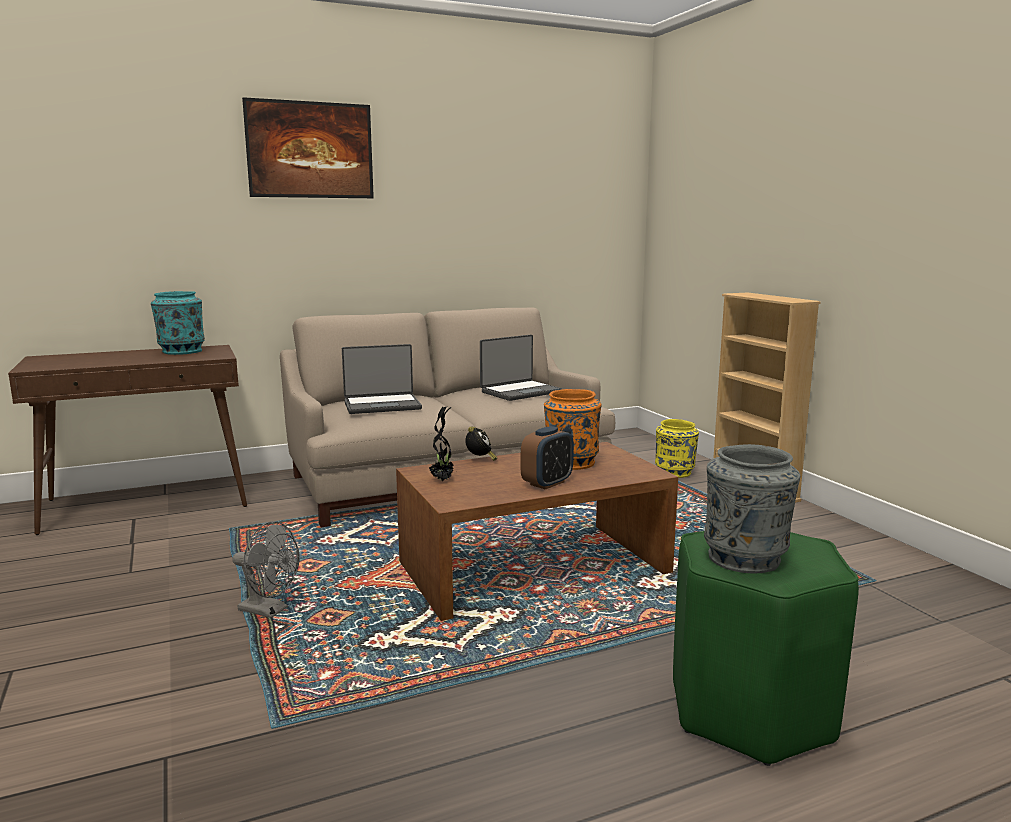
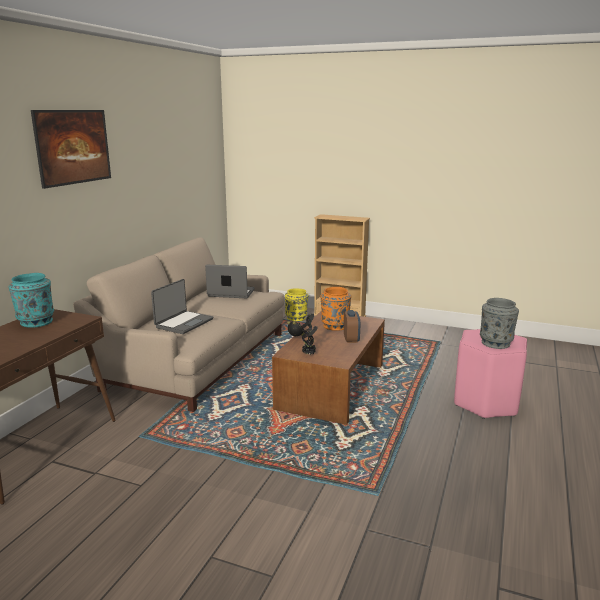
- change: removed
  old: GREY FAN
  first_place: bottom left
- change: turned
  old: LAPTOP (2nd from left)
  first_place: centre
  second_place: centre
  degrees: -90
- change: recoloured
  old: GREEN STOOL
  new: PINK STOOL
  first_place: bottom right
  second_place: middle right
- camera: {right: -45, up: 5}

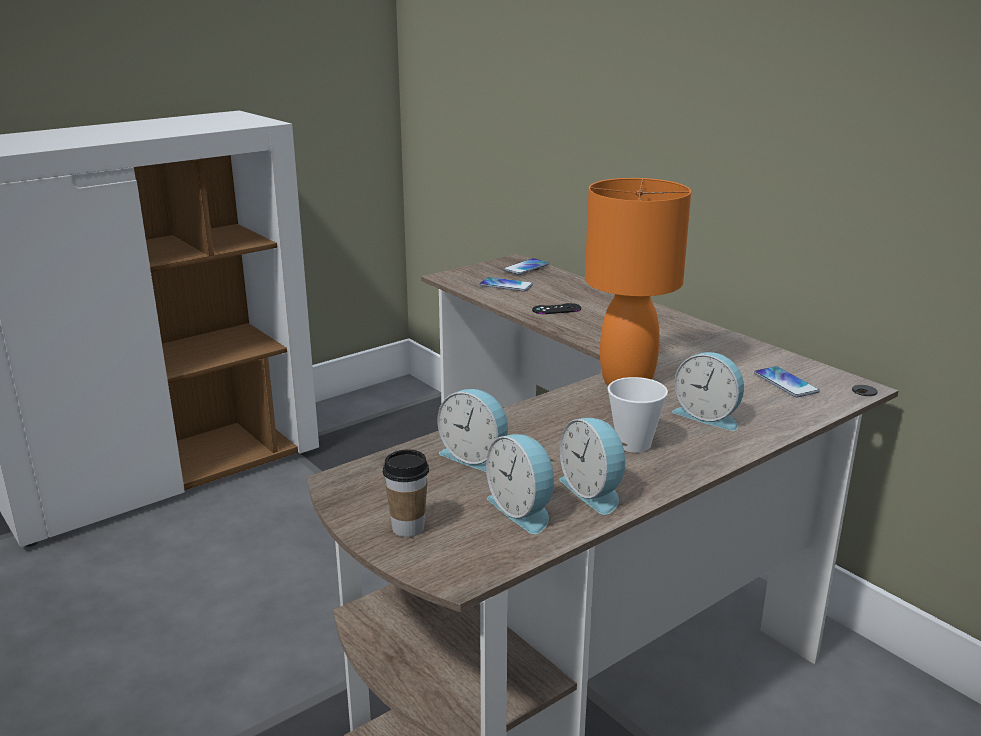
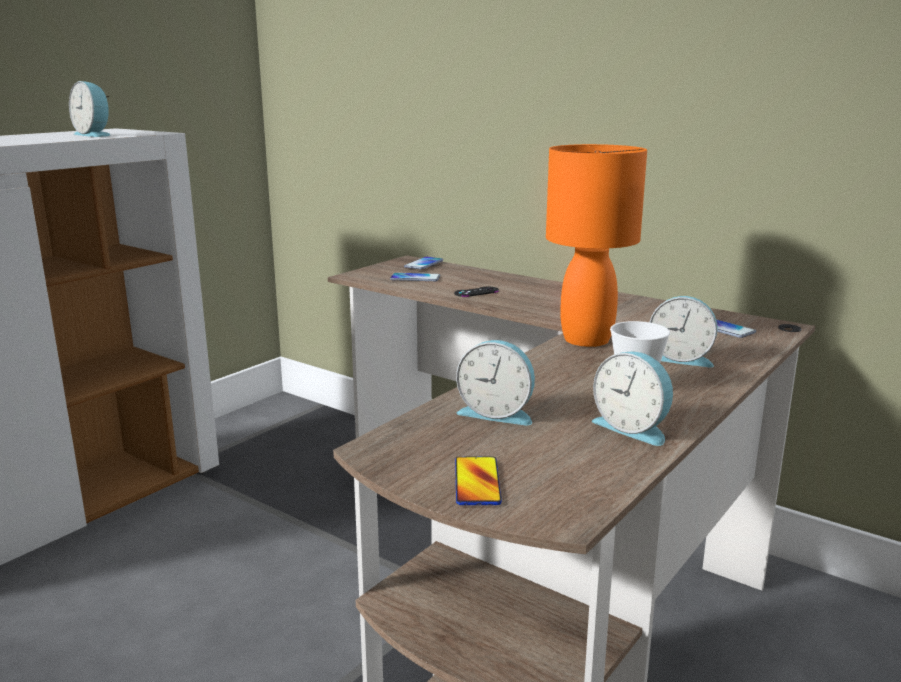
- change: replaced
  old: CUP (1st from left)
  new: PHONE (3rd from left)
  first_place: bottom centre
  second_place: bottom centre
- change: moved
  old: ALARM CLOCK (2nd from left in the first image)
  new: ALARM CLOCK (1st from left)
  first_place: centre
  second_place: top left
- camera: {right: -15, up: -5}

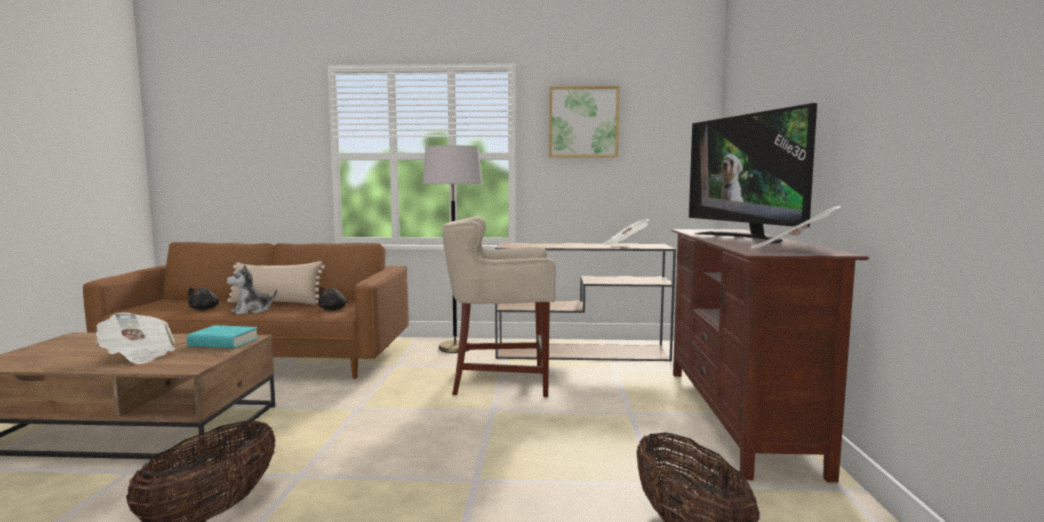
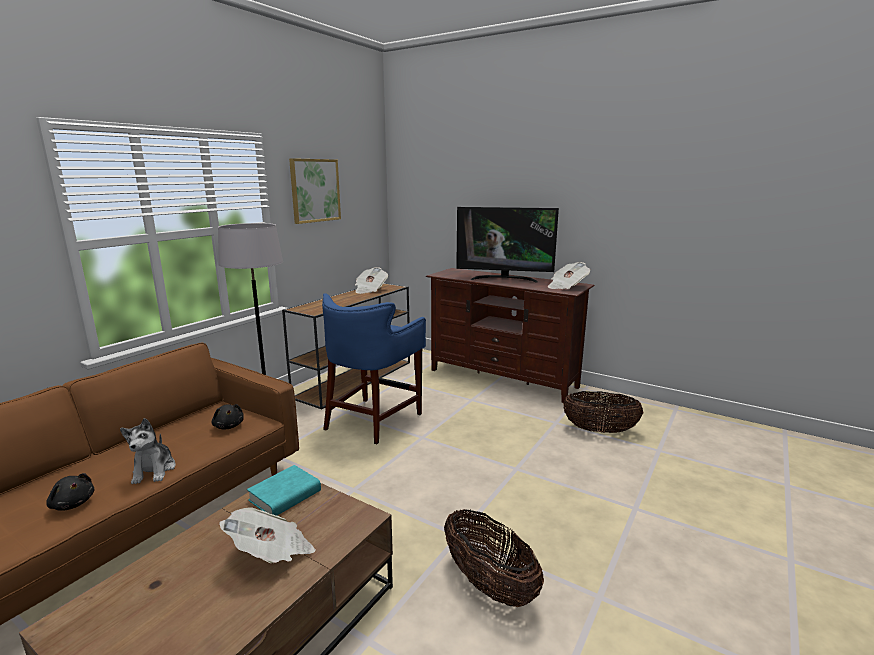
- change: removed
  old: BEIGE PILLOW
  first_place: middle left
- change: recoloured
  old: BEIGE STOOL
  new: BLUE STOOL
  first_place: centre
  second_place: centre
- camera: {right: -60, up: 10}

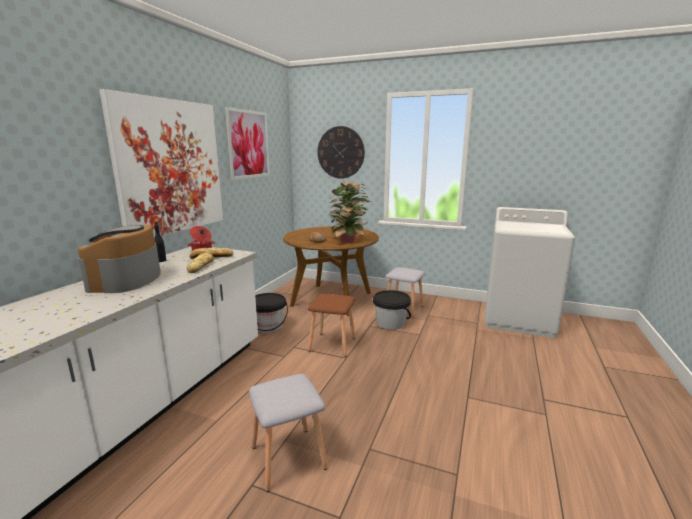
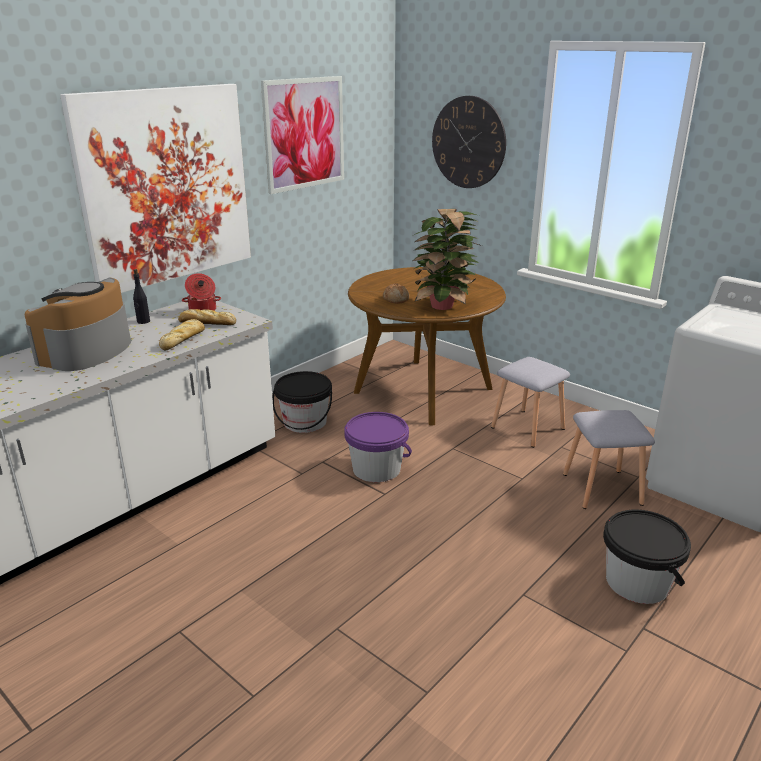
- change: moved
  old: GREY STOOL (1st from left in the first image)
  new: GREY STOOL (2nd from left)
  first_place: bottom centre
  second_place: middle right
- change: replaced
  old: BROWN STOOL
  new: PURPLE BUCKET
  first_place: centre
  second_place: centre
- change: moved
  old: BLACK BUCKET (2nd from left)
  first_place: centre
  second_place: bottom right
- camera: {right: 20, up: 10}

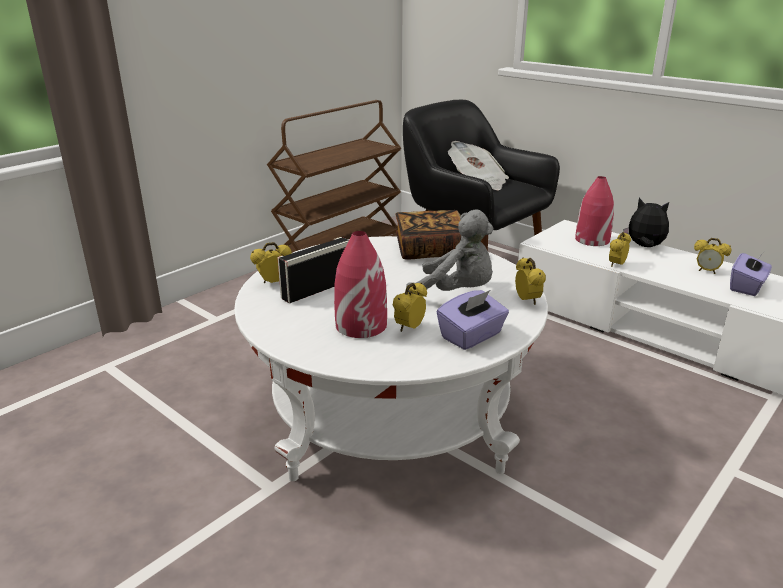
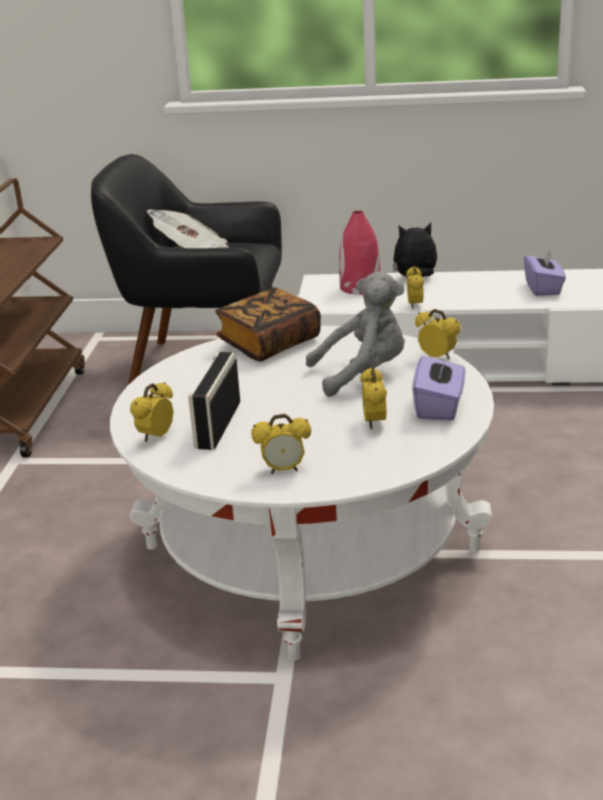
- change: removed
  old: RED VASE (1st from left)
  first_place: centre
- change: moved
  old: ALARM CLOCK (5th from left in the first image)
  new: ALARM CLOCK (2nd from left)
  first_place: middle right
  second_place: centre
- camera: {right: -35, up: 0}

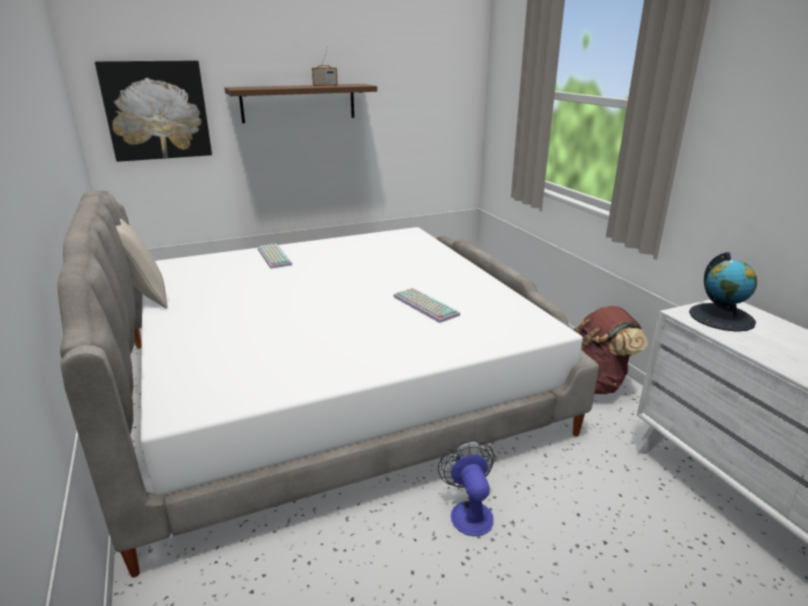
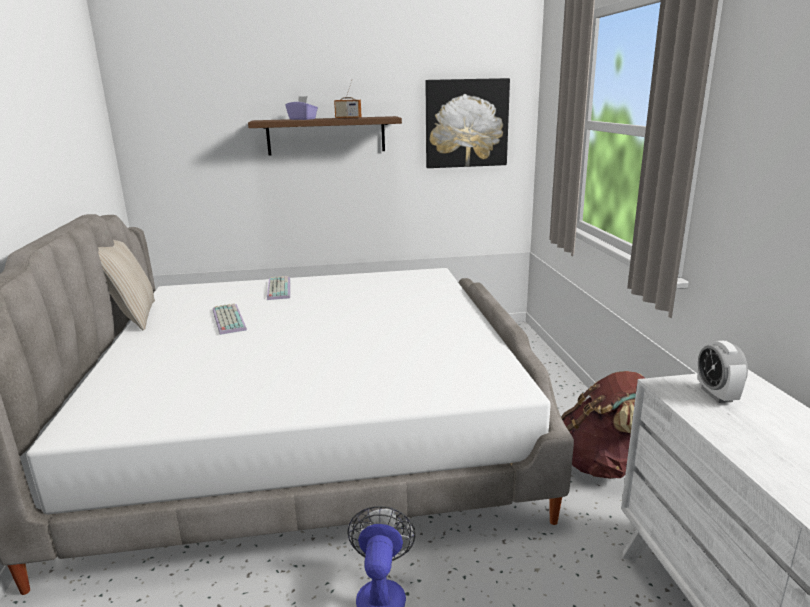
- change: moved
  old: PICTURE
  first_place: top left
  second_place: top centre
- change: moved
  old: KEYBOARD (2nd from left in the first image)
  new: KEYBOARD (1st from left)
  first_place: centre
  second_place: middle left
- change: replaced
  old: GLOBE
  new: ALARM CLOCK
  first_place: middle right
  second_place: middle right
- change: added
  new: PURPLE TISSUE BOX
  second_place: top centre
- camera: {right: 15, up: -5}

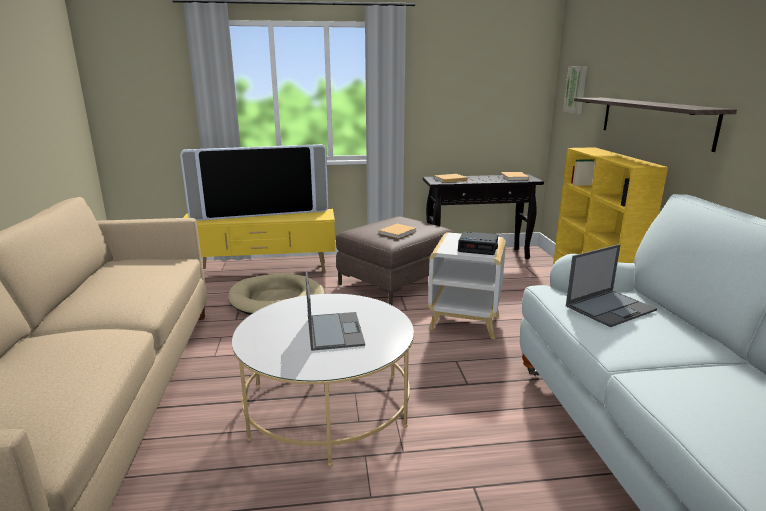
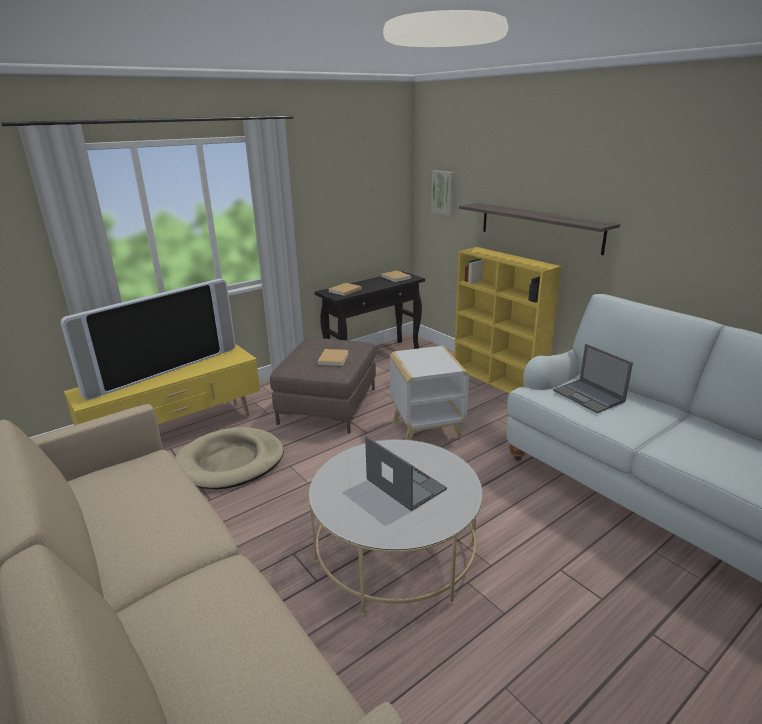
- change: removed
  old: ALARM CLOCK
  first_place: centre
- change: turned
  old: LAPTOP (2nd from left)
  first_place: middle right
  second_place: middle right
  degrees: 120
- camera: {right: -30, up: 5}

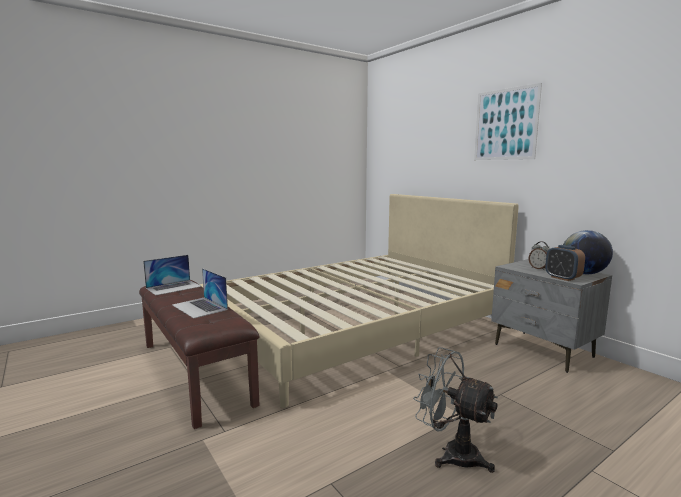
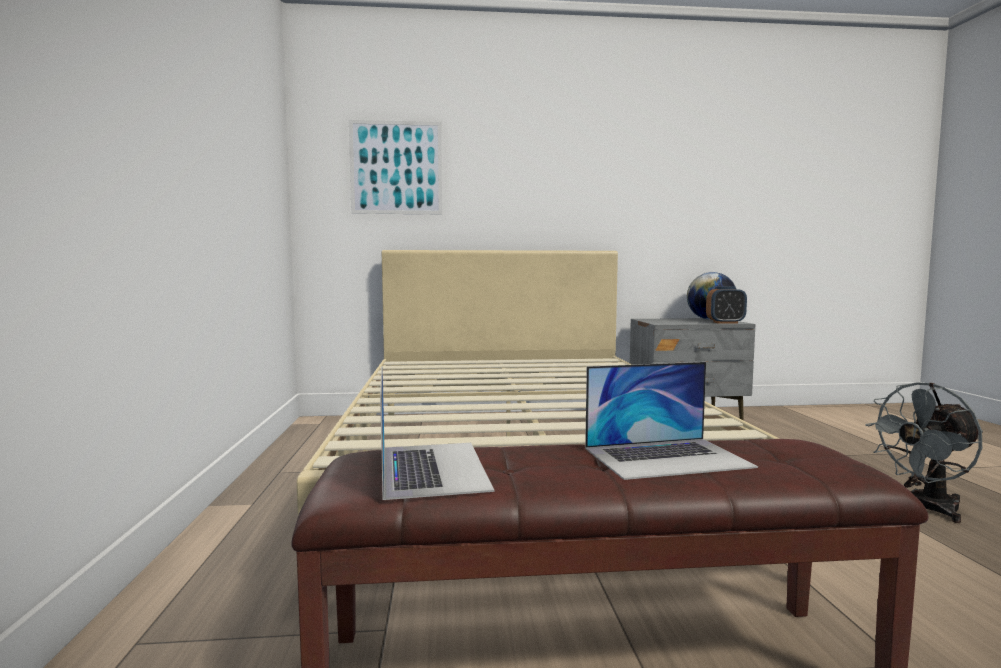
- change: moved
  old: PICTURE
  first_place: top right
  second_place: top centre
- change: removed
  old: ALARM CLOCK (1st from left)
  first_place: middle right
- camera: {right: -60, up: -5}

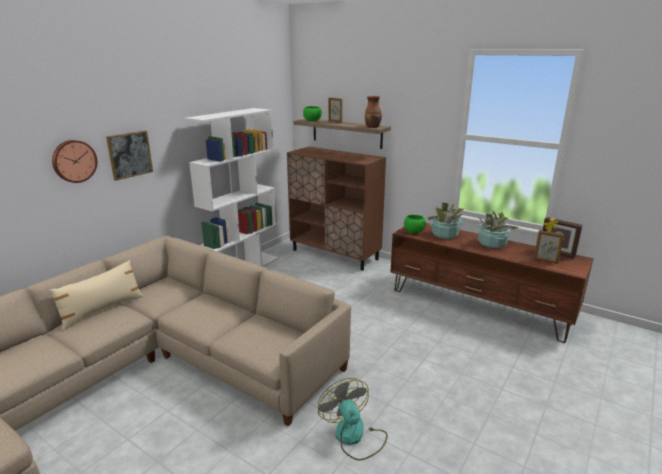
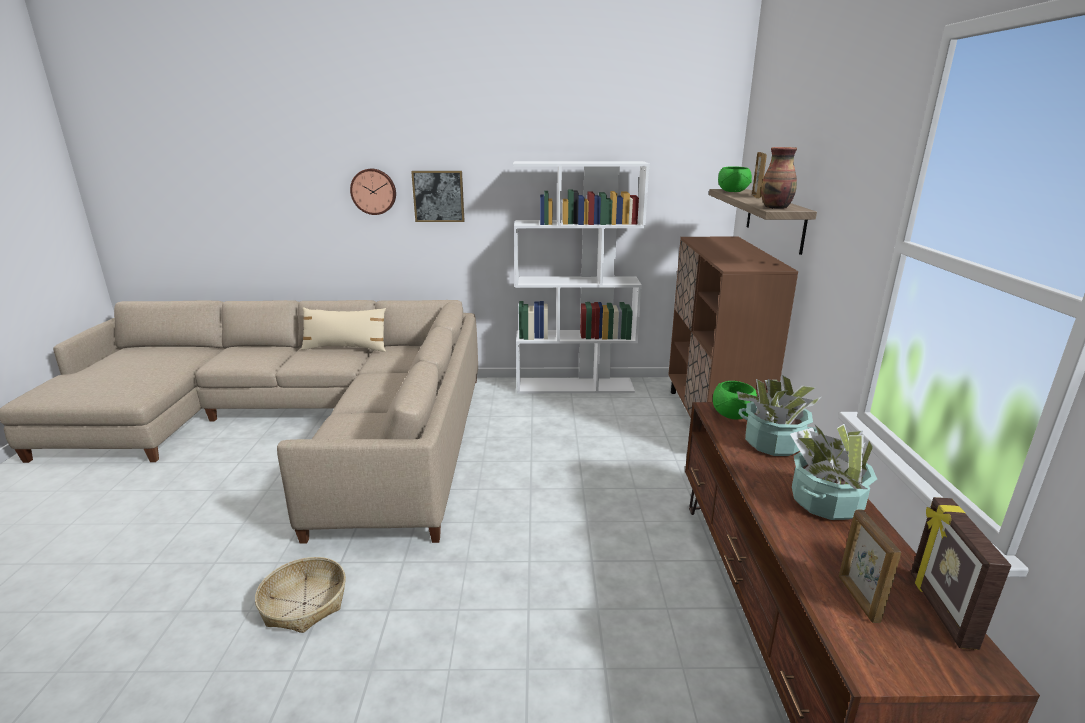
- change: replaced
  old: FAN
  new: BASKET
  first_place: bottom centre
  second_place: bottom left
- camera: {right: 55, up: 0}

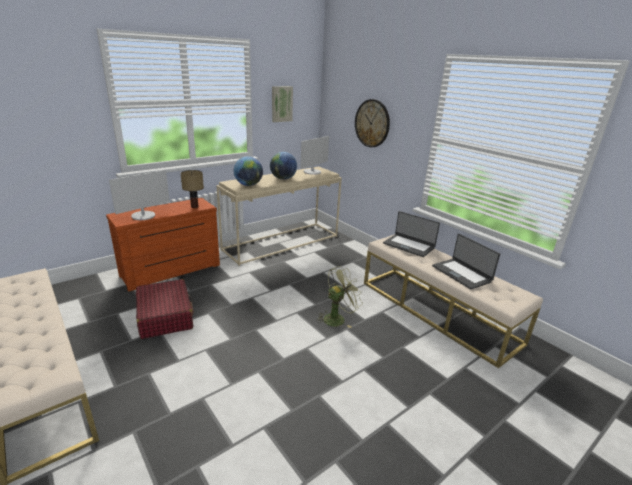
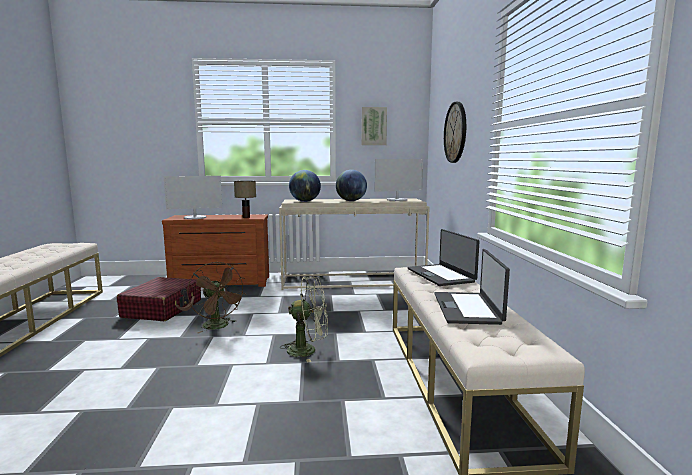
- change: added
  new: BROWN FAN
  second_place: middle left
- camera: {right: 35, up: -15}

